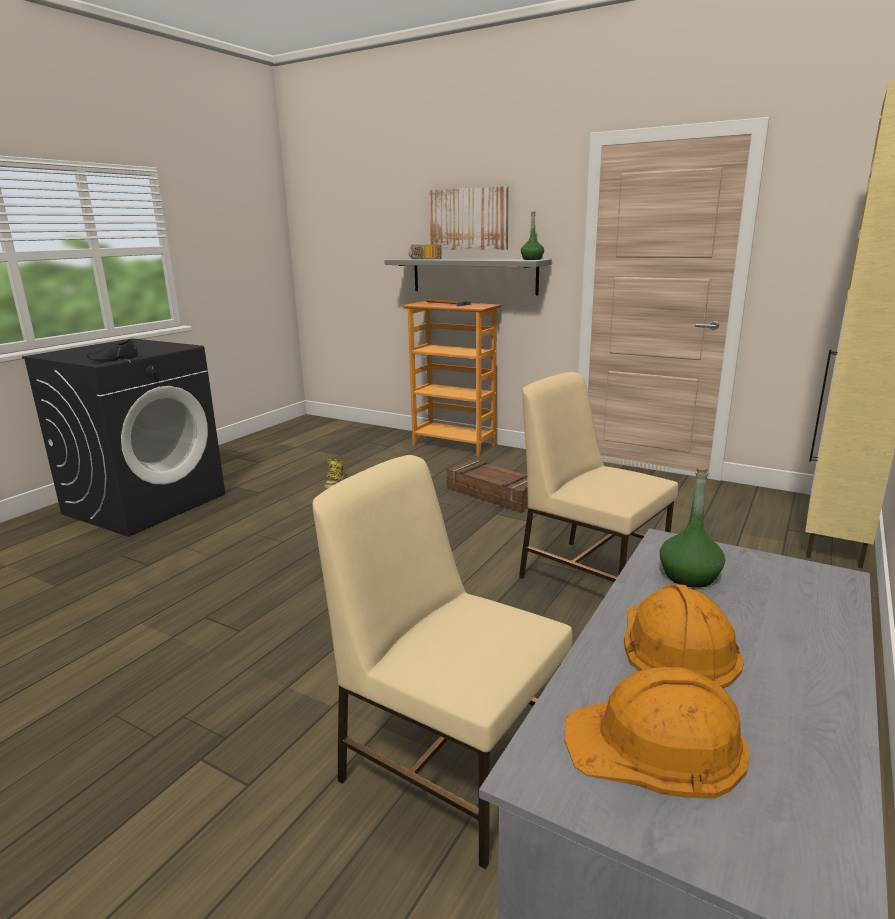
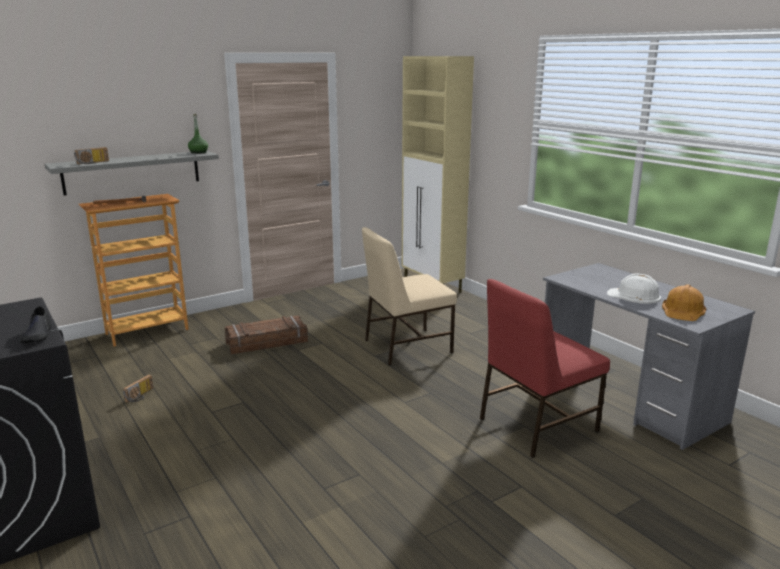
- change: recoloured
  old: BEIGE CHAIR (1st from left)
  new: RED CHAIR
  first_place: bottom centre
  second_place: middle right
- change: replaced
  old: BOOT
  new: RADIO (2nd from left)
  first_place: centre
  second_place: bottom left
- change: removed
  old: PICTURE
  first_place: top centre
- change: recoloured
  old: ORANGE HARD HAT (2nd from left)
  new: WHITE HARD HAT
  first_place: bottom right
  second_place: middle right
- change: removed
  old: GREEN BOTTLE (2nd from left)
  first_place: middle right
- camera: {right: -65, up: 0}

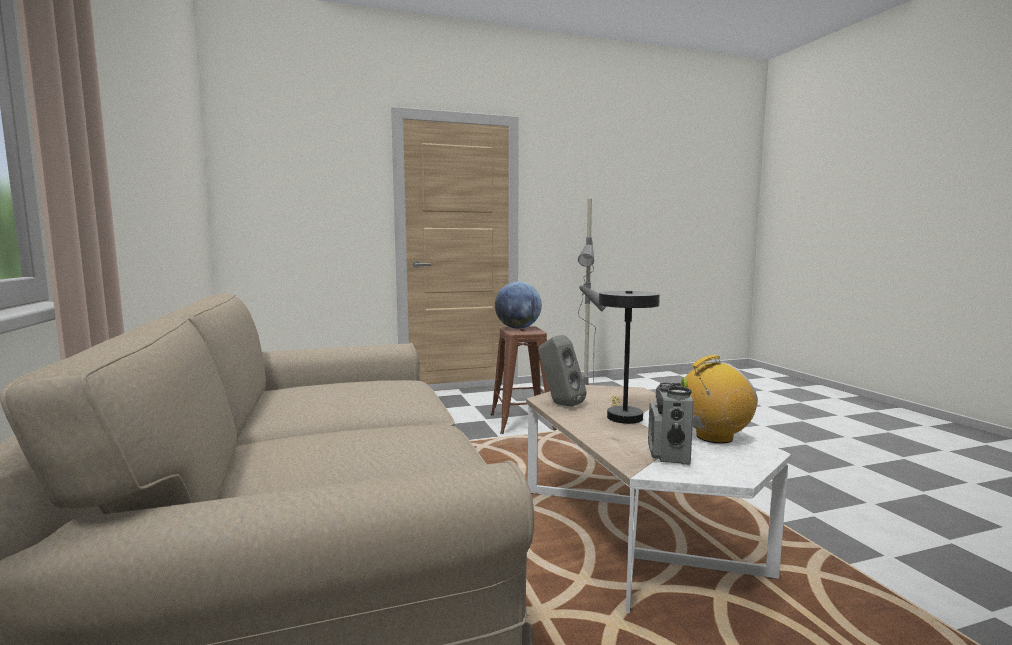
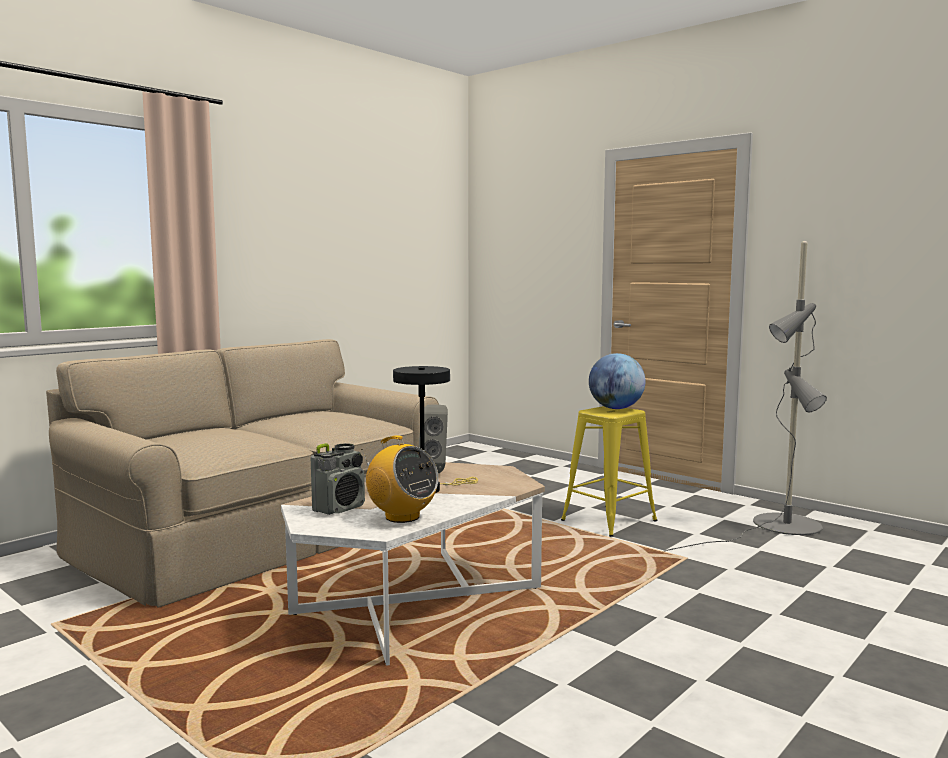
- change: recoloured
  old: BROWN STOOL
  new: YELLOW STOOL
  first_place: centre
  second_place: centre
- change: turned
  old: RADIO (1st from left)
  first_place: centre
  second_place: centre
  degrees: 150
- camera: {right: 60, up: 0}

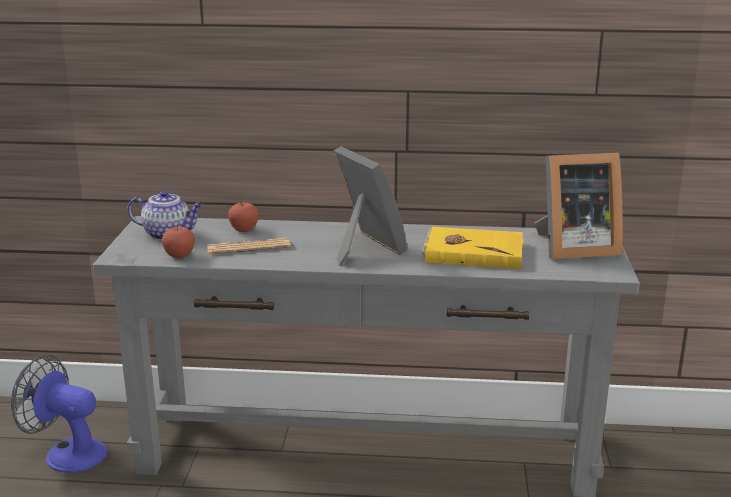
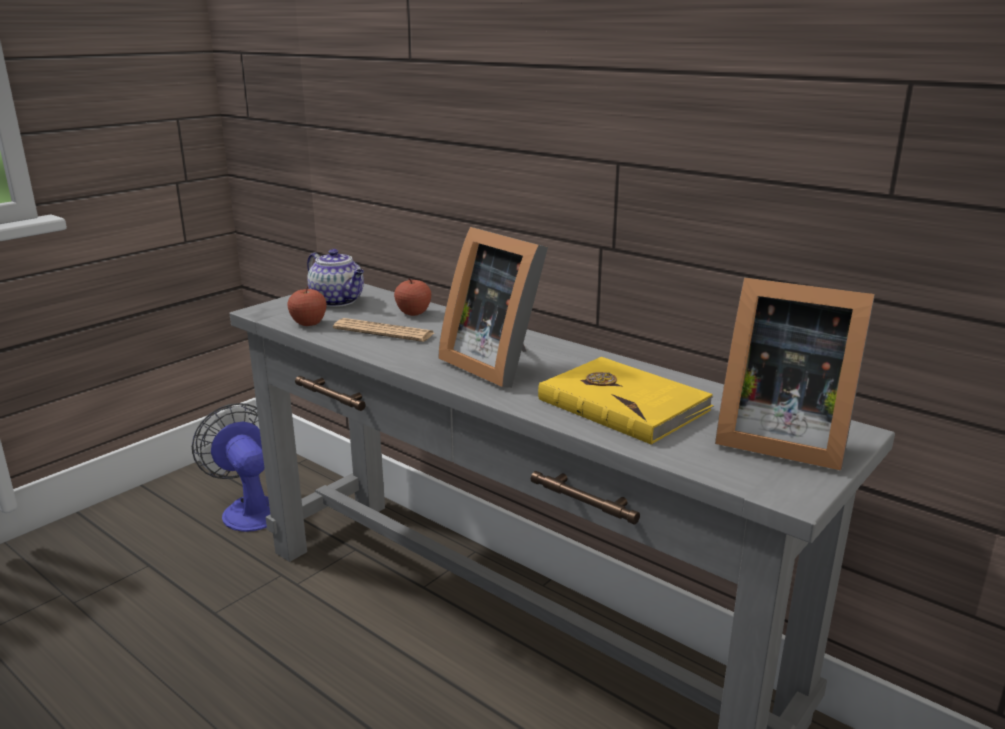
- change: turned
  old: PICTURE FRAME (1st from left)
  first_place: centre
  second_place: centre
  degrees: 135
- camera: {right: 35, up: 0}

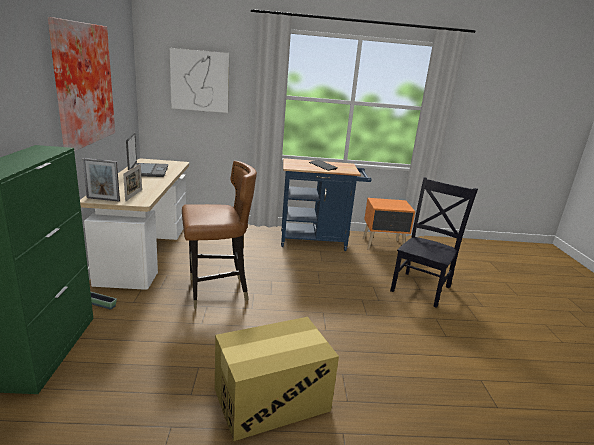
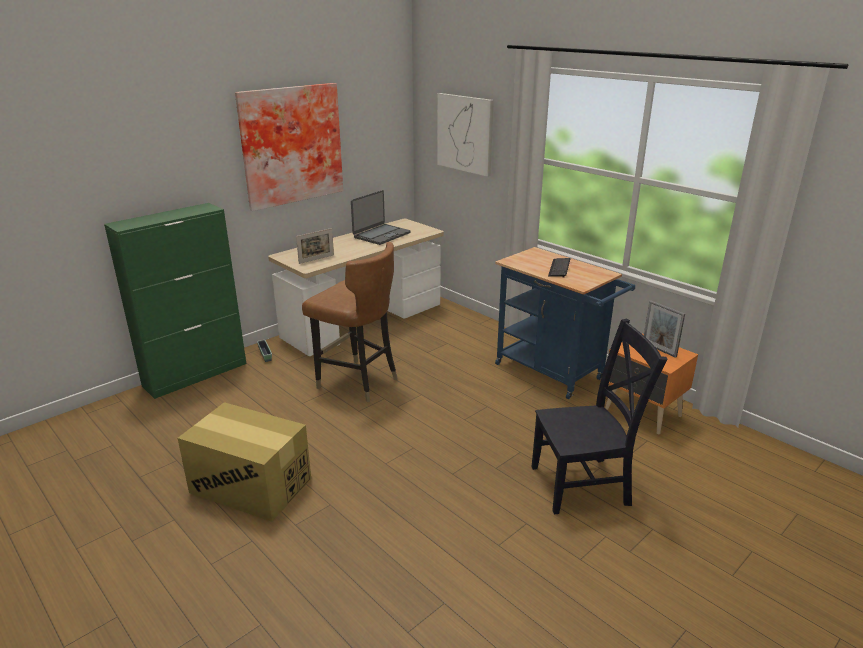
- change: moved
  old: PICTURE FRAME (1st from left in the first image)
  new: PICTURE FRAME (2nd from left)
  first_place: middle left
  second_place: middle right
- camera: {right: 50, up: 5}

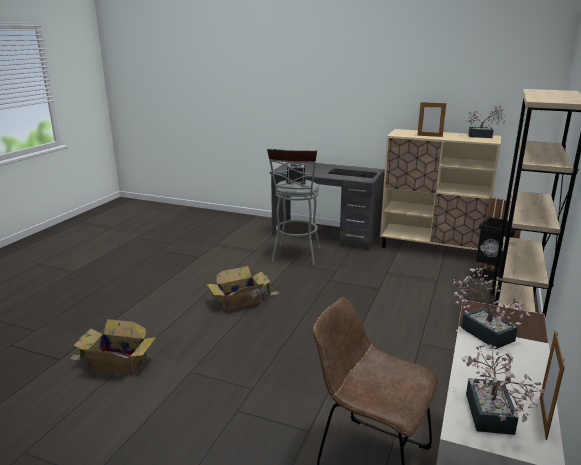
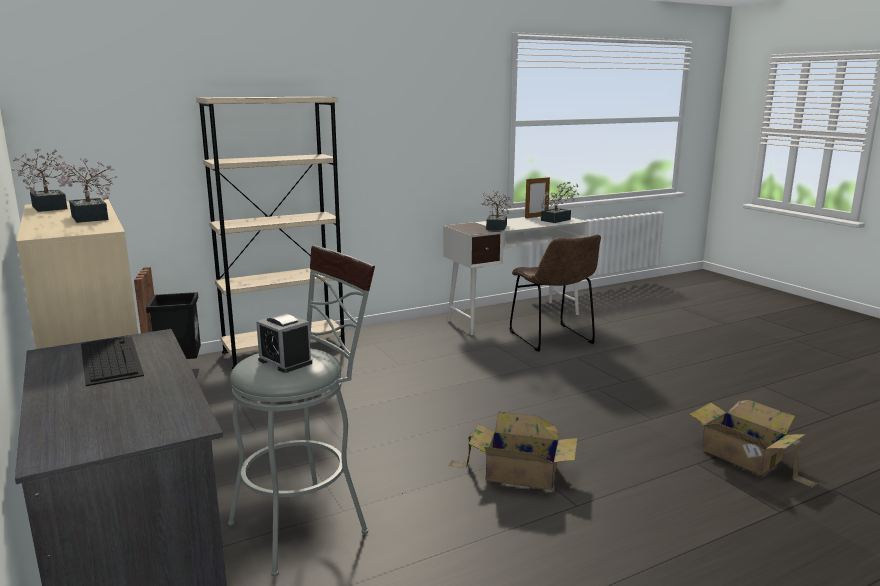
- change: replaced
  old: PICTURE FRAME (1st from left)
  new: POTTED PLANT (2nd from left)
  first_place: top right
  second_place: top left
- camera: {right: -140, up: -5}

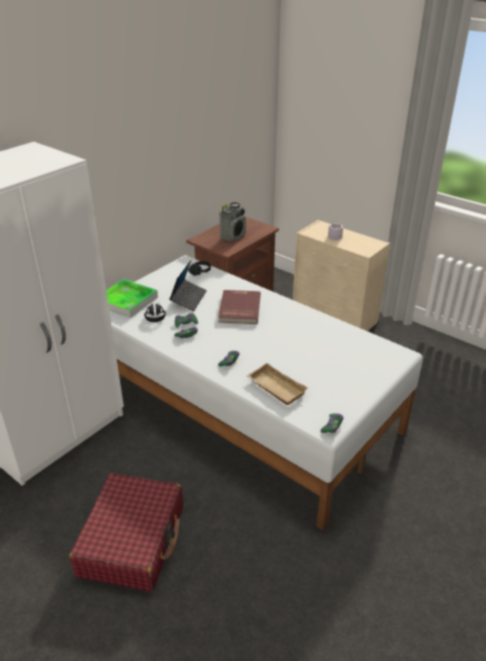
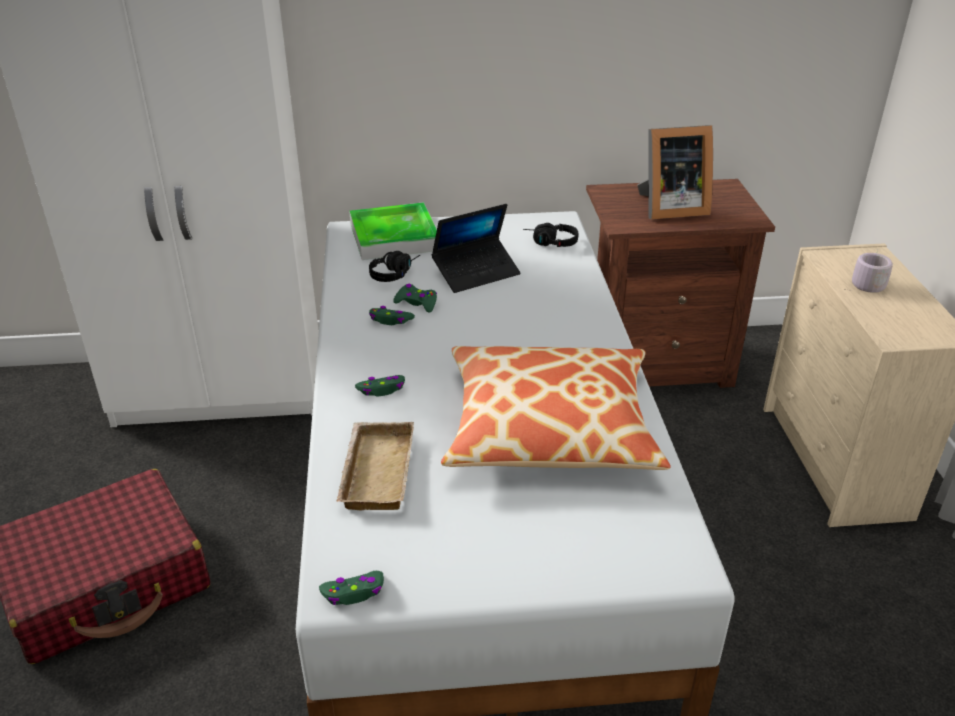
- change: removed
  old: RED BOOK
  first_place: centre
- change: replaced
  old: RADIO
  new: PICTURE FRAME
  first_place: centre
  second_place: top right
- change: added
  new: PILLOW
  second_place: centre
- camera: {right: 45, up: 0}

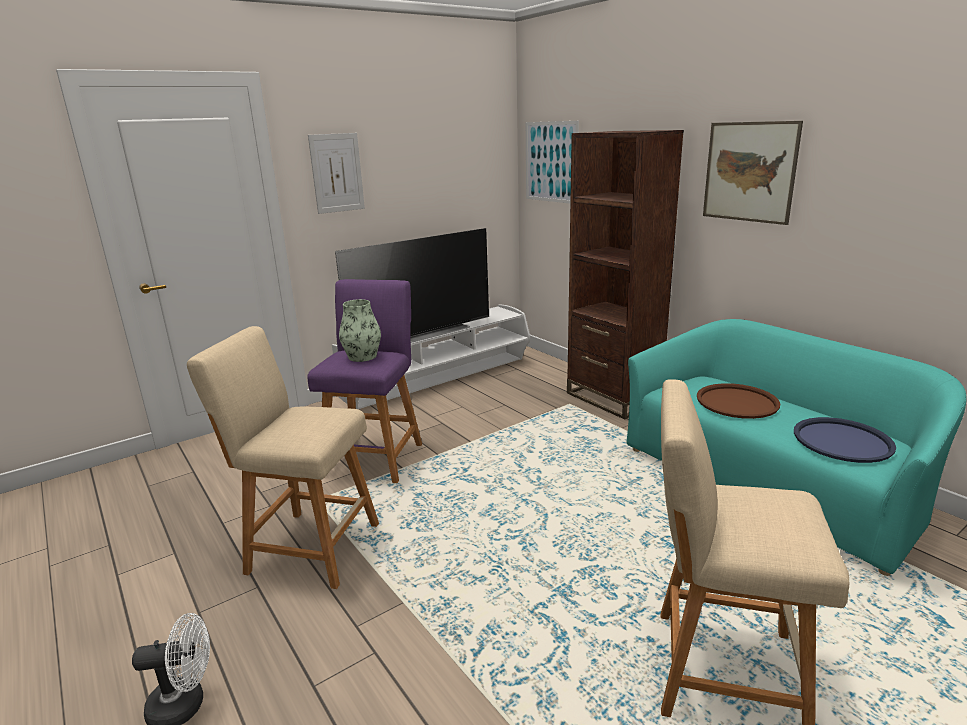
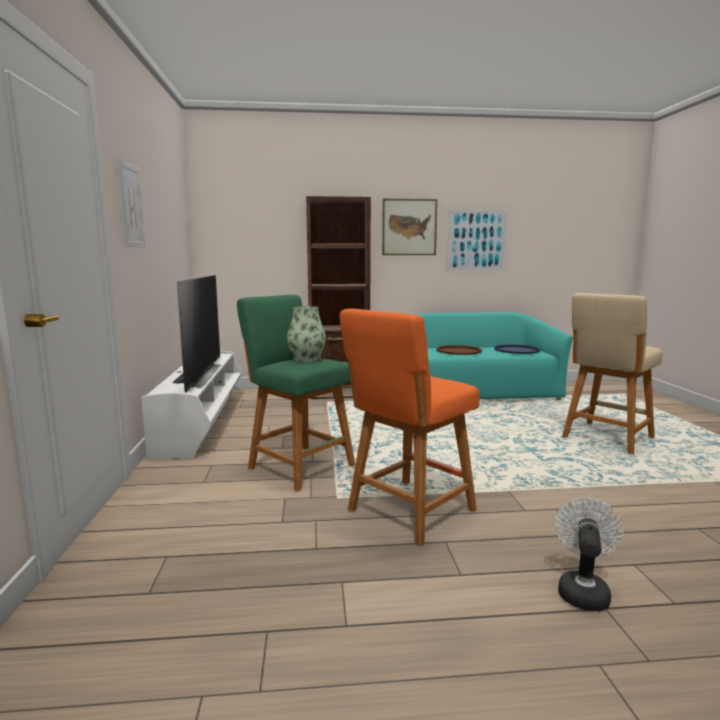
- change: recoloured
  old: BEIGE STOOL (1st from left)
  new: ORANGE STOOL
  first_place: middle left
  second_place: centre
- change: recoloured
  old: PURPLE STOOL
  new: GREEN STOOL
  first_place: centre
  second_place: centre
- change: moved
  old: PICTURE (2nd from left in the first image)
  new: PICTURE (3rd from left)
  first_place: top centre
  second_place: centre
- camera: {right: -60, up: -10}

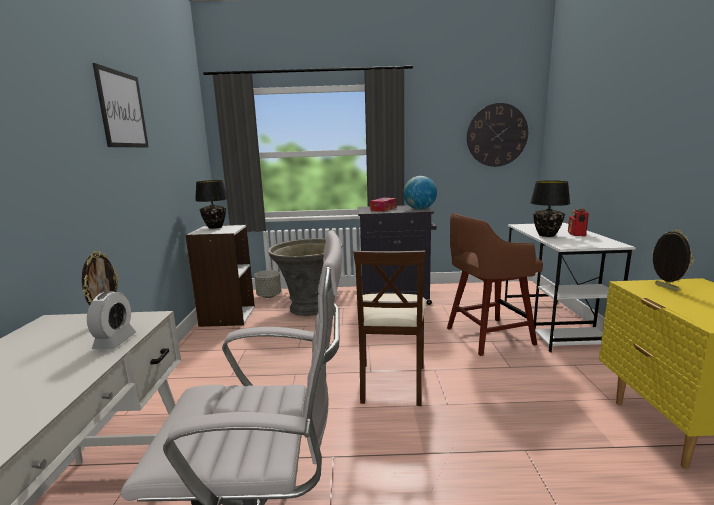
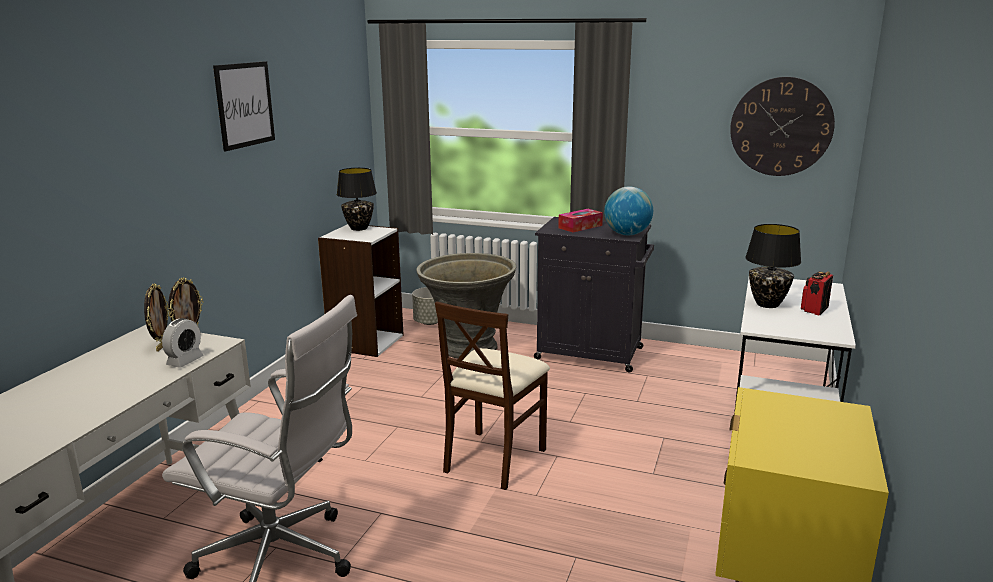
- change: removed
  old: BROWN STOOL
  first_place: middle right
- change: moved
  old: PICTURE FRAME (2nd from left in the first image)
  new: PICTURE FRAME (1st from left)
  first_place: middle right
  second_place: middle left
- camera: {right: 20, up: 5}

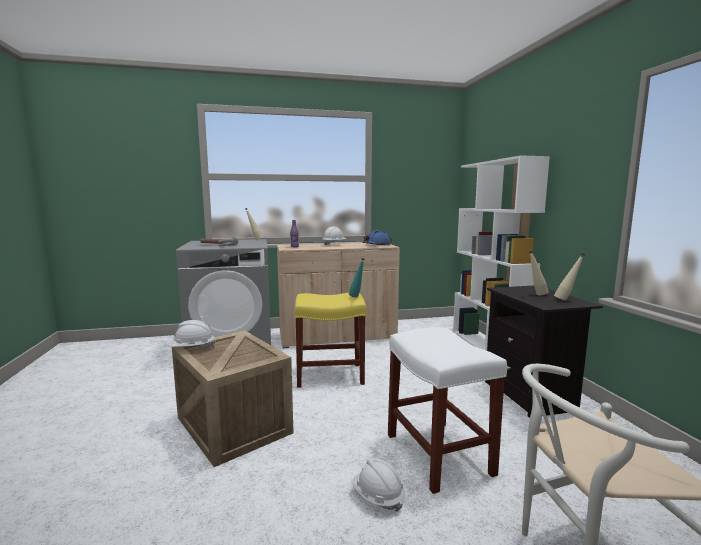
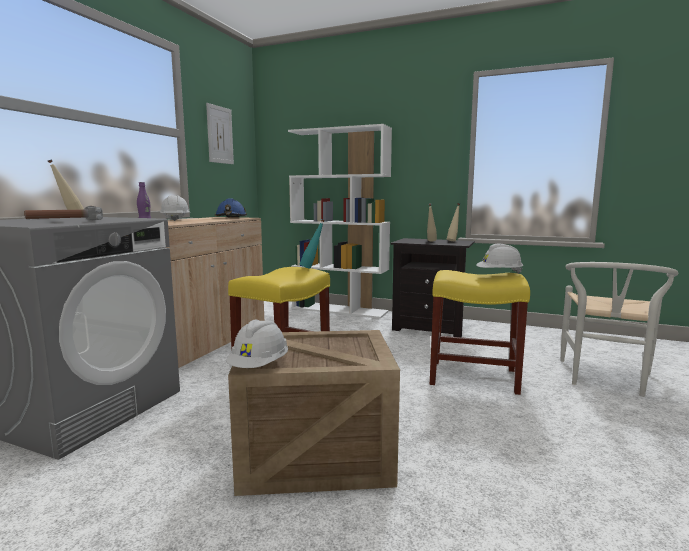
- change: moved
  old: WHITE HARD HAT (3rd from left)
  first_place: bottom centre
  second_place: middle right
- change: recoloured
  old: WHITE STOOL
  new: YELLOW STOOL (2nd from left)
  first_place: bottom centre
  second_place: middle right
- change: added
  new: PICTURE
  second_place: top left
- camera: {right: -55, up: 0}

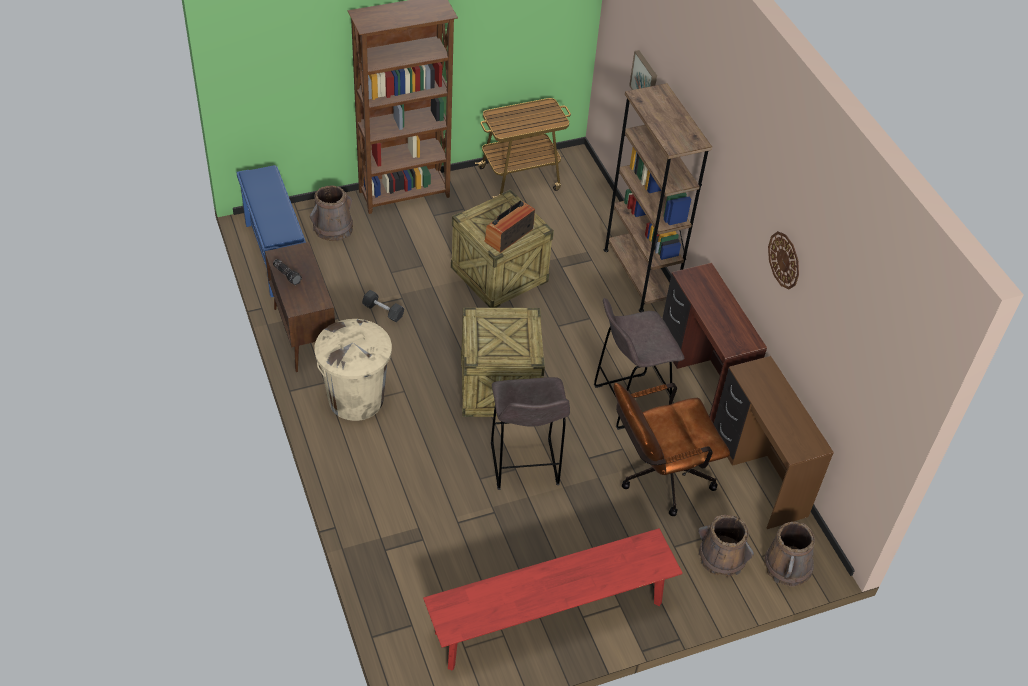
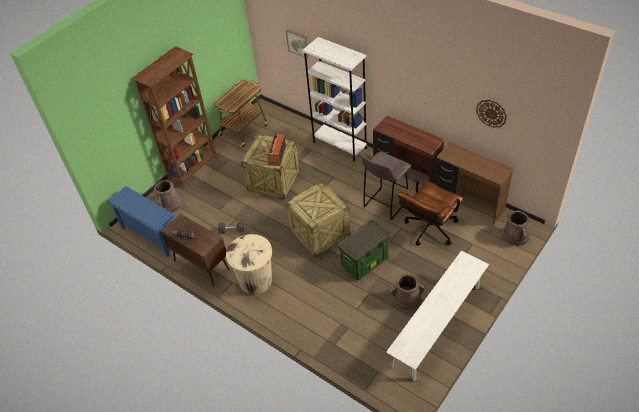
- change: recoloured
  old: RED BENCH
  new: WHITE BENCH
  first_place: bottom centre
  second_place: bottom right
- change: replaced
  old: GREY STOOL (1st from left)
  new: STORAGE BOX
  first_place: centre
  second_place: centre
- change: recoloured
  old: BROWN BOOKCASE (2nd from left)
  new: WHITE BOOKCASE
  first_place: top centre
  second_place: top centre
- change: moved
  old: BROWN BUCKET (2nd from left)
  first_place: bottom right
  second_place: bottom centre
- change: moved
  old: WALL CLOCK
  first_place: middle right
  second_place: top right
- camera: {right: -25, up: 0}

